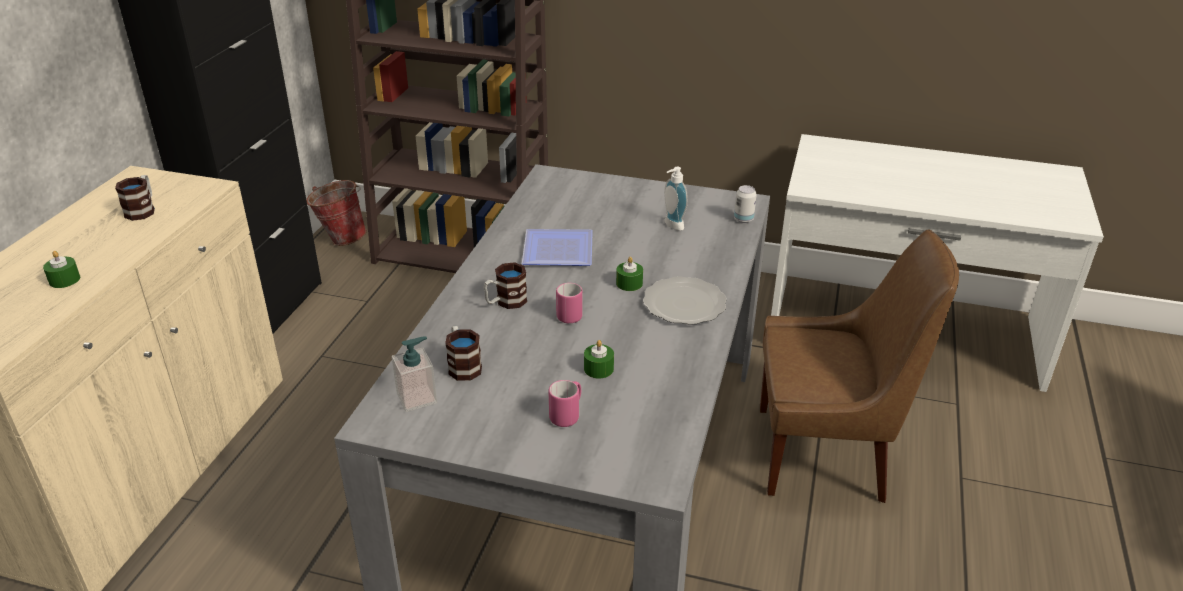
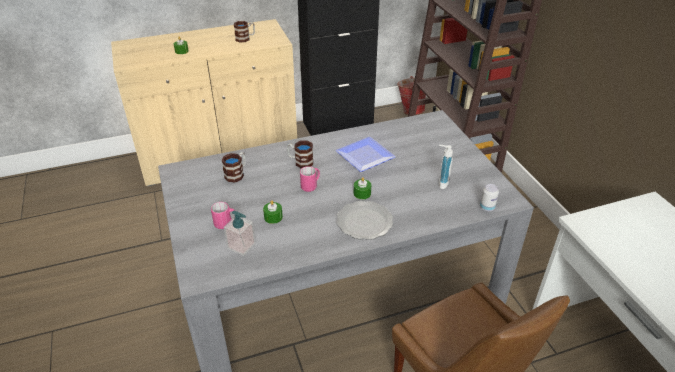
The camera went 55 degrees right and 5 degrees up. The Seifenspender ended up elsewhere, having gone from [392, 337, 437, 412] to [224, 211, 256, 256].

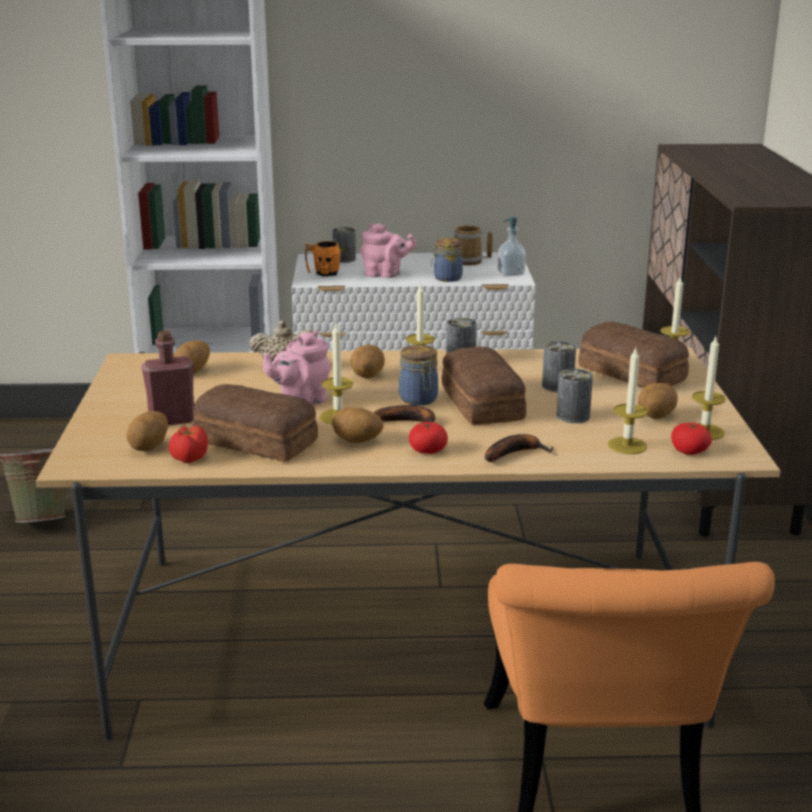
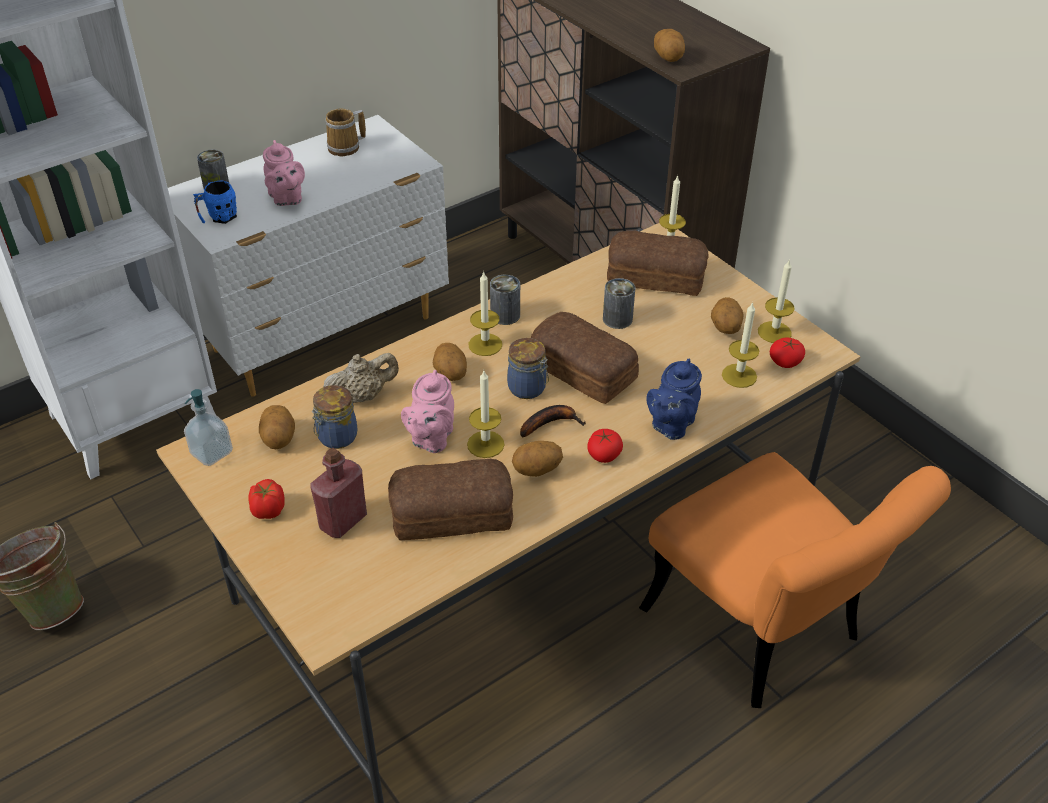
The camera went 35 degrees left and 20 degrees up. The Seifenspender ended up elsewhere, having gone from [498, 217, 526, 276] to [184, 389, 233, 466]. What was the Henkelbecher [orange] at [304, 241, 341, 277] turned into the Henkelbecher [blau] at [193, 180, 237, 224]. The Tomate ended up elsewhere, having gone from [169, 426, 208, 463] to [248, 479, 285, 519]. The Teekanne [rosa] at [361, 223, 416, 278] ended up facing another way, 90 degrees clockwise from before. The Vorratsglas ended up elsewhere, having gone from [431, 238, 463, 282] to [312, 385, 357, 449]. Where the Banane stood at [485, 434, 553, 462], the Teekanne [blau] came to stand at [646, 359, 702, 440]. The Kartoffel ended up elsewhere, having gone from [127, 411, 168, 451] to [654, 29, 685, 62]. The second view lost the Dose at [556, 369, 593, 423].

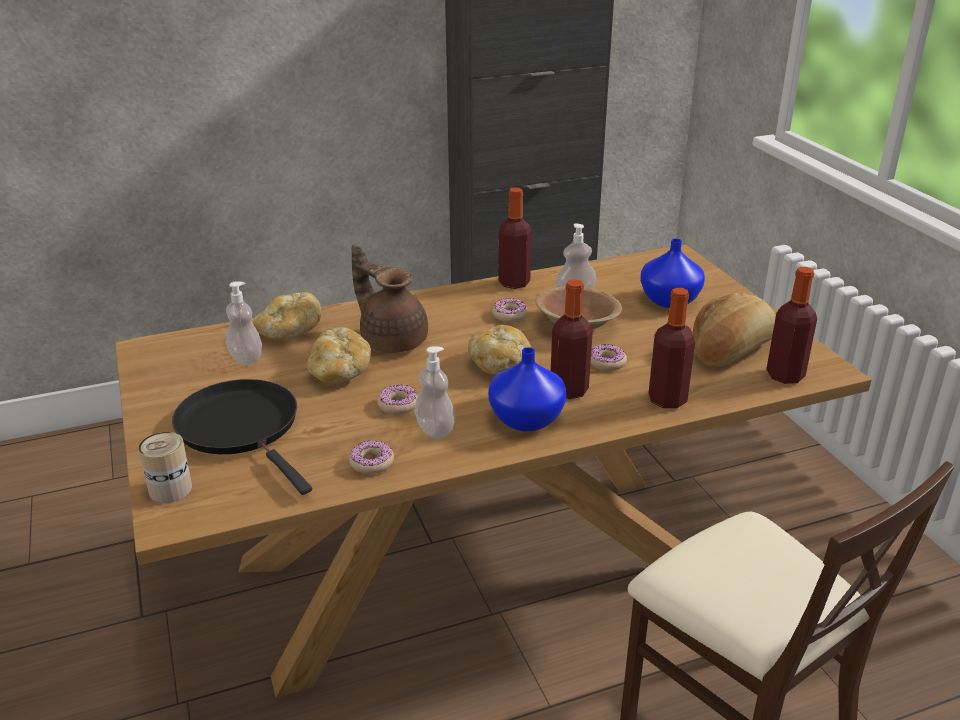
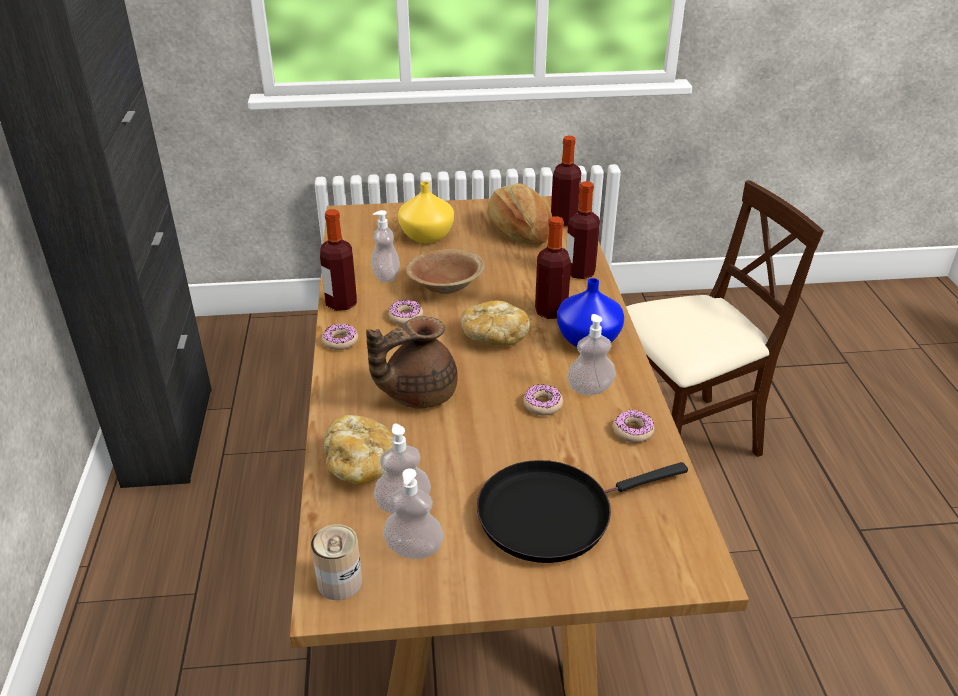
The camera went 75 degrees left and 5 degrees up. The Dose ended up elsewhere, having gone from [138, 432, 192, 503] to [311, 524, 362, 600]. The Donut ended up elsewhere, having gone from [591, 344, 627, 371] to [322, 324, 358, 350]. The second view gained the Seifenspender at [383, 468, 443, 559]. What was the Vase [blau] at [640, 239, 705, 308] turned into the Vase [gelb] at [398, 181, 454, 243]. The second view lost the Brot at [307, 326, 371, 383].

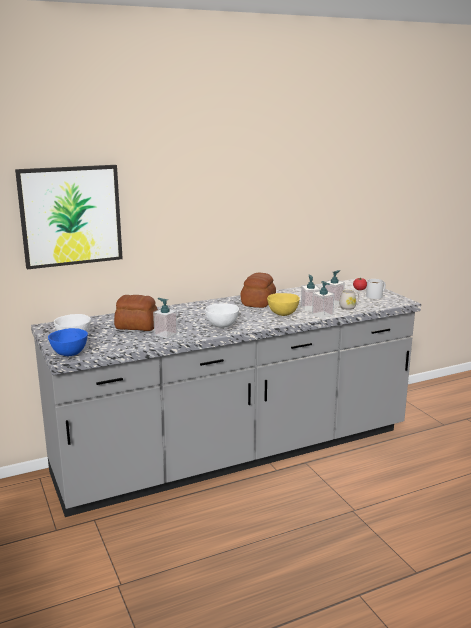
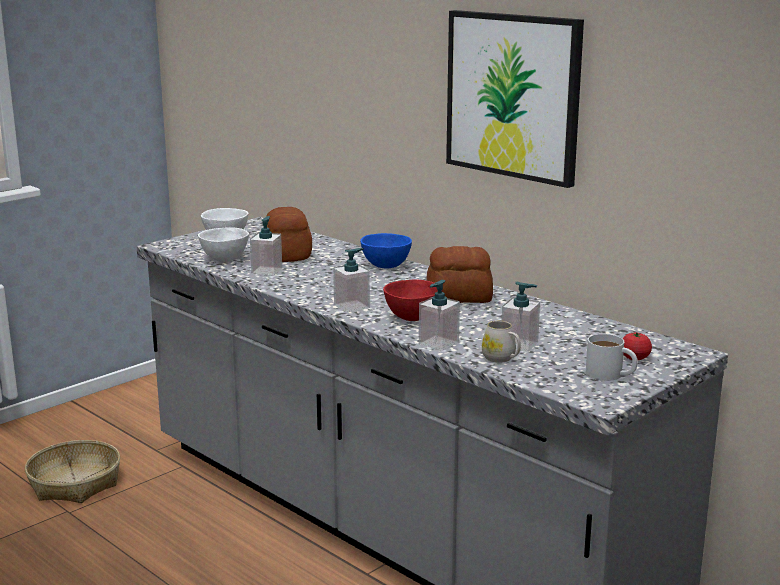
The camera went 70 degrees right and 0 degrees up. The second view gained the Korb at [25, 440, 120, 503]. The Schüssel [weiß] ended up elsewhere, having gone from [205, 303, 239, 328] to [198, 227, 249, 262]. The Seifenspender ended up elsewhere, having gone from [301, 275, 320, 311] to [333, 248, 370, 313]. The Schüssel [blau] ended up elsewhere, having gone from [48, 328, 88, 356] to [360, 233, 412, 268]. What was the Schüssel [gelb] at [267, 293, 300, 316] turned into the Schüssel [rot] at [383, 280, 438, 321]. The Bild ended up elsewhere, having gone from [15, 165, 123, 269] to [446, 10, 584, 188].

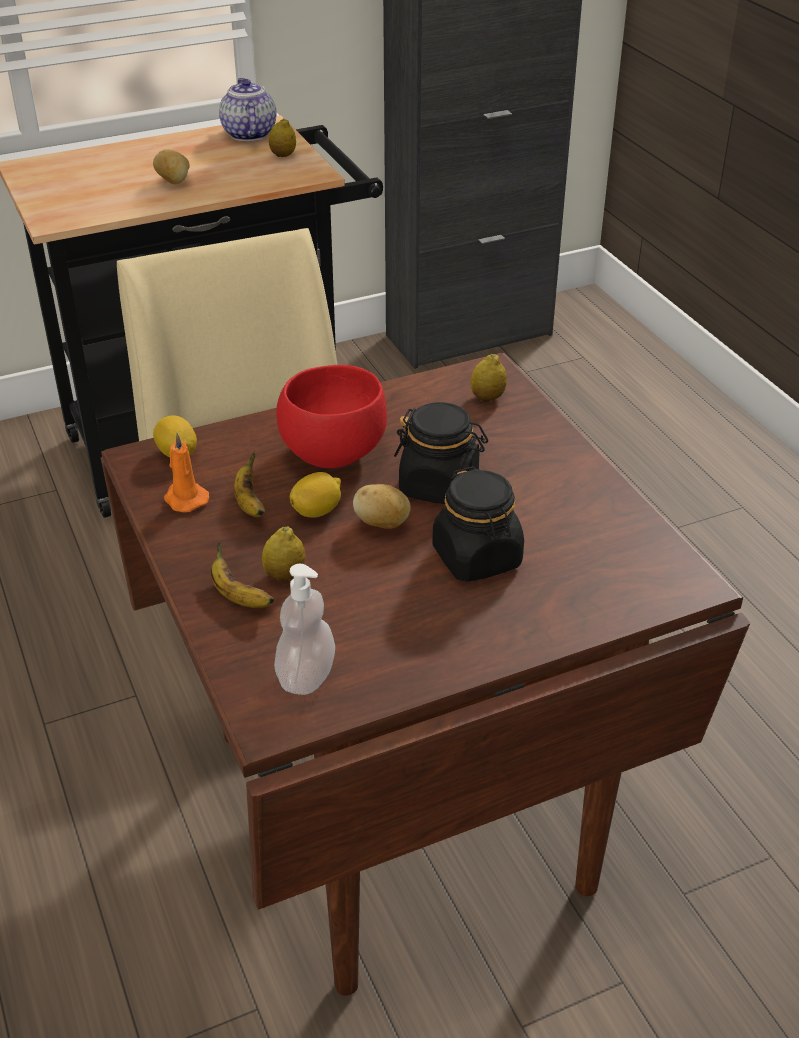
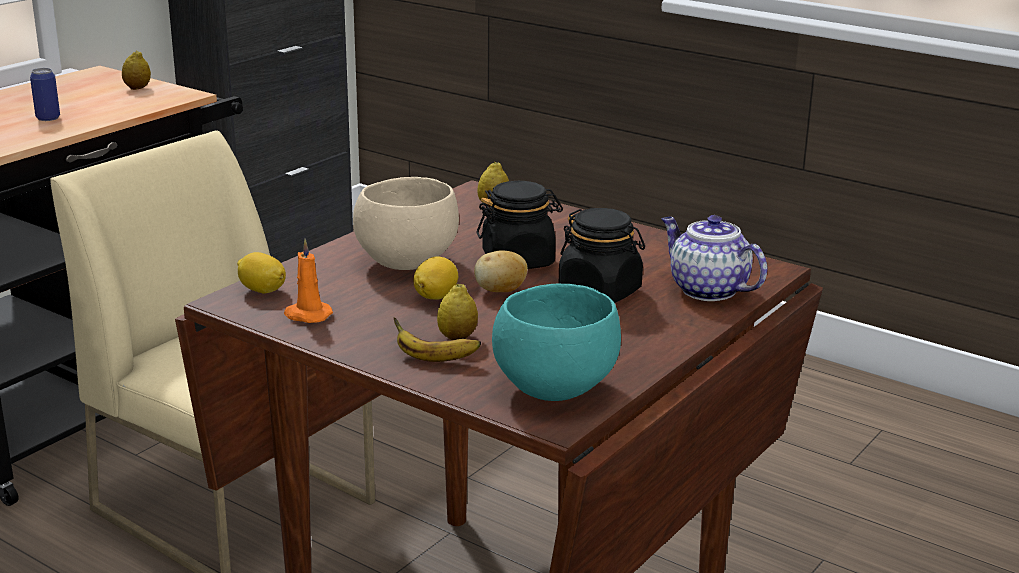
The camera went 30 degrees left and 15 degrees down. Where the Kartoffel stood at [153, 149, 190, 184], the Dose came to stand at [30, 68, 60, 121]. What was the Schüssel [rot] at [276, 365, 387, 468] turned into the Schüssel [beige] at [353, 177, 459, 270]. Where the Seifenspender stood at [274, 564, 335, 695], the Schüssel [türkis] came to stand at [492, 284, 621, 401]. The Teekanne ended up elsewhere, having gone from [219, 78, 277, 141] to [661, 215, 768, 301]. The second view lost the Banane at [234, 451, 265, 517].

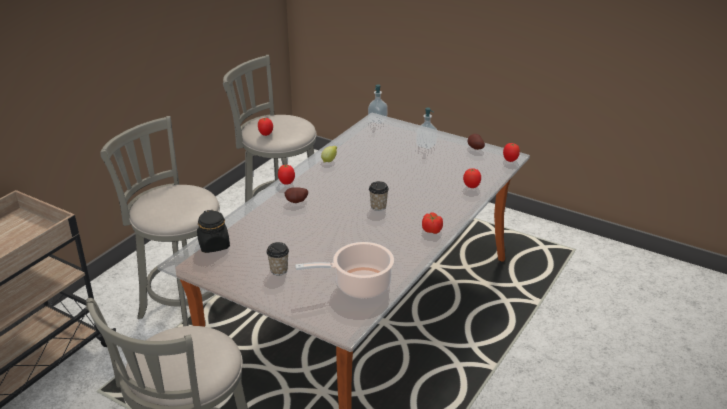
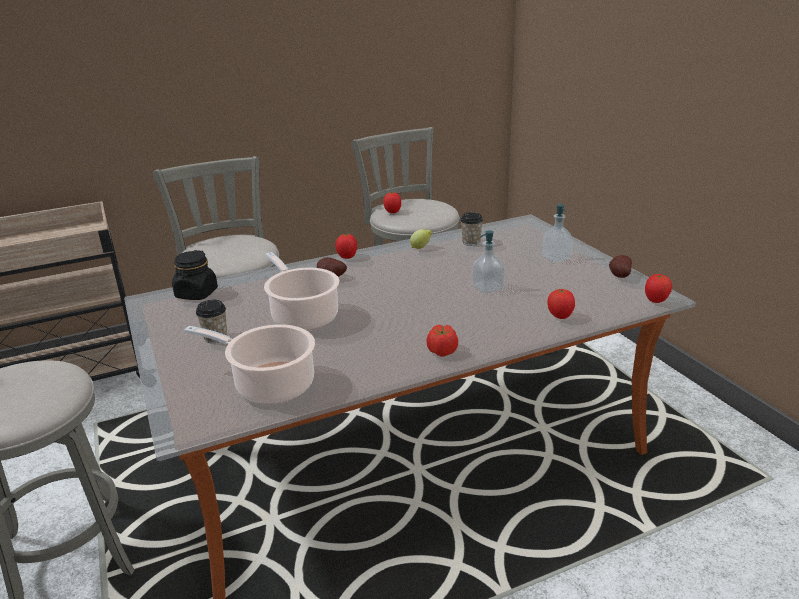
The camera went 35 degrees right and 5 degrees down. The second view gained the Kochtopf at [264, 252, 339, 331]. The Tasse ended up elsewhere, having gone from [369, 181, 389, 211] to [460, 212, 483, 246]. The Seifenspender ended up elsewhere, having gone from [368, 84, 388, 124] to [472, 230, 504, 294].

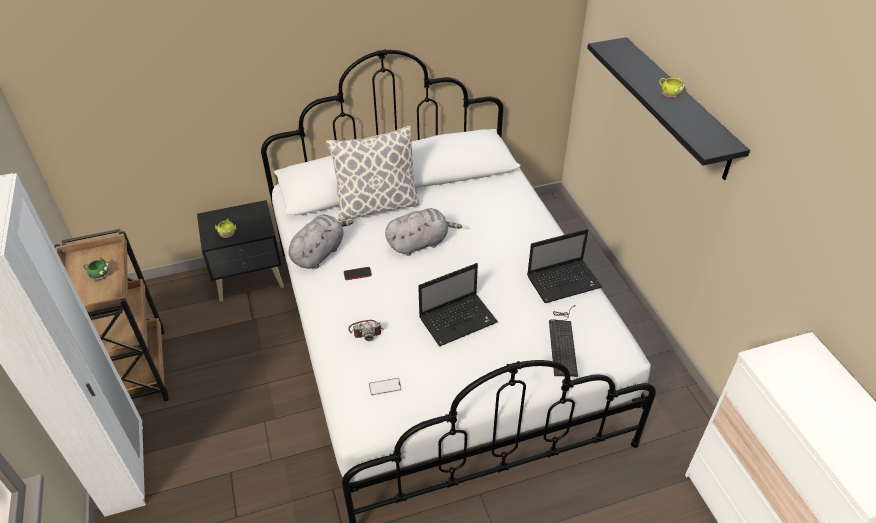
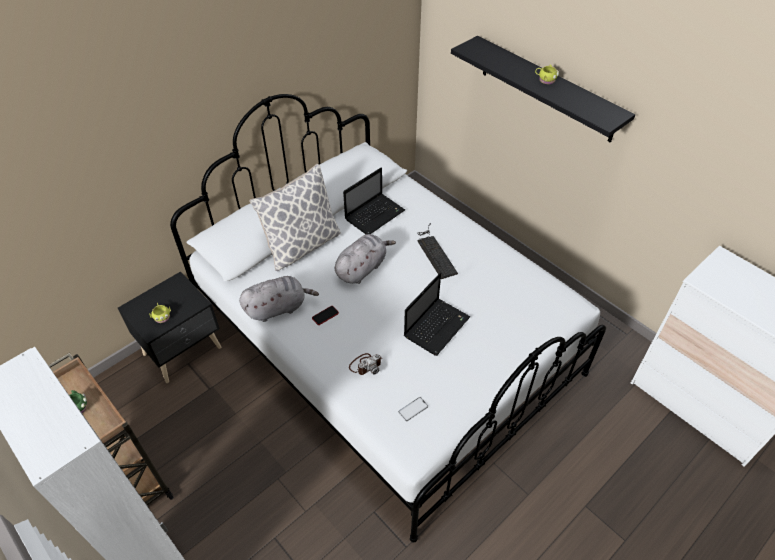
The camera went 25 degrees left and 5 degrees up. The Plüschtier [grau] at [288, 215, 353, 269] ended up facing another way, 60 degrees clockwise from before. The Laptop ended up elsewhere, having gone from [527, 229, 602, 303] to [343, 168, 405, 234]. The Tastatur ended up elsewhere, having gone from [549, 305, 578, 377] to [417, 223, 458, 279].

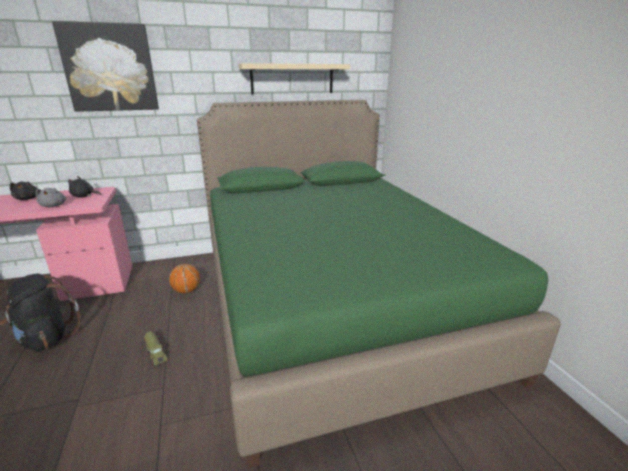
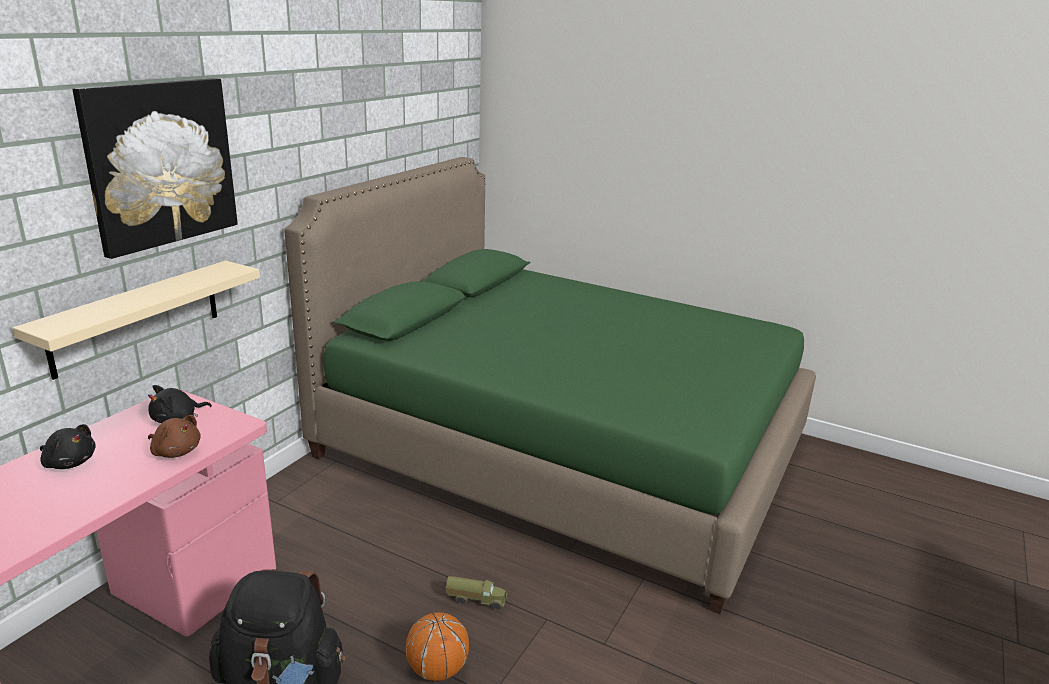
The camera went 45 degrees left and 0 degrees up. The Wandregal [beige] ended up elsewhere, having gone from [239, 63, 350, 94] to [13, 261, 260, 380]. What was the Plüschtier [grau] at [36, 188, 66, 207] turned into the Plüschtier [braun] at [148, 415, 201, 458]. The Basketball ended up elsewhere, having gone from [169, 264, 200, 293] to [406, 612, 469, 681].

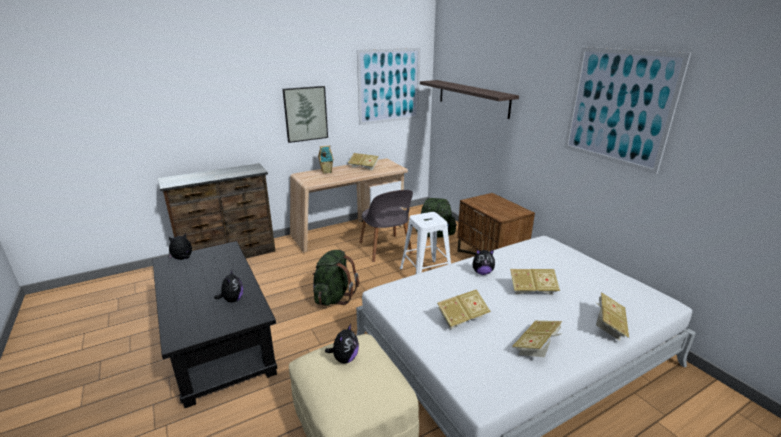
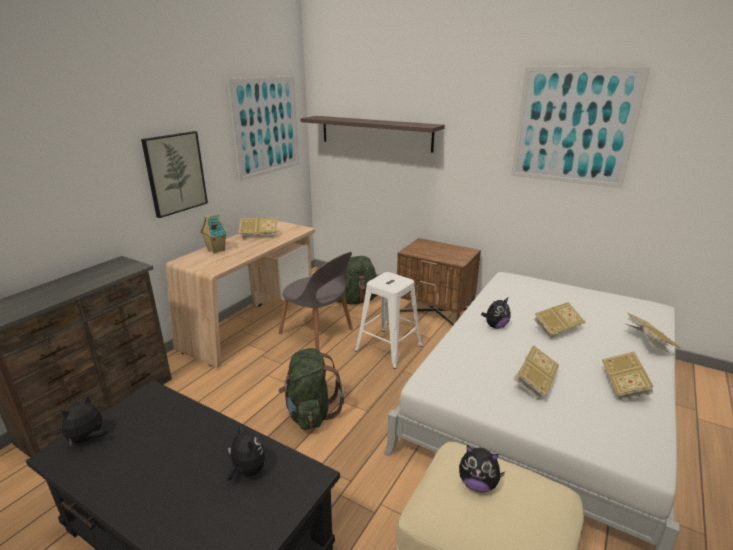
The camera went 30 degrees left and 0 degrees up. The Plüschtier at [325, 324, 359, 364] ended up facing another way, 120 degrees clockwise from before.

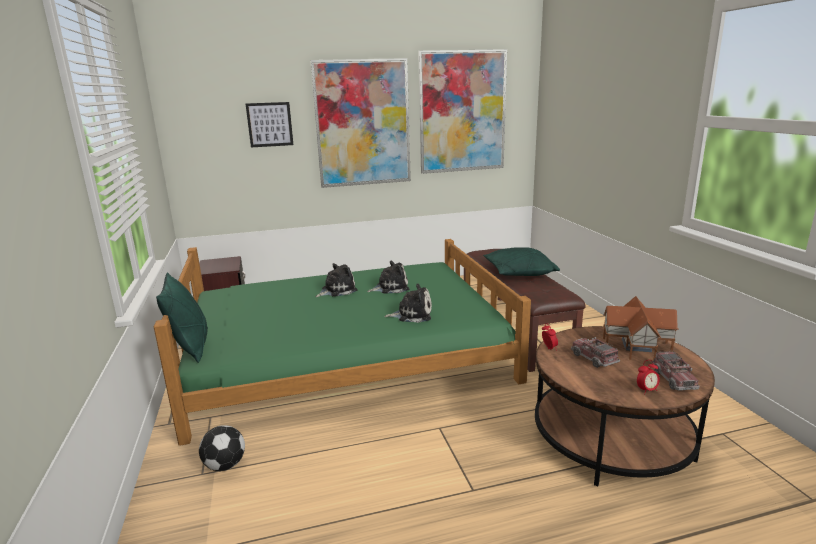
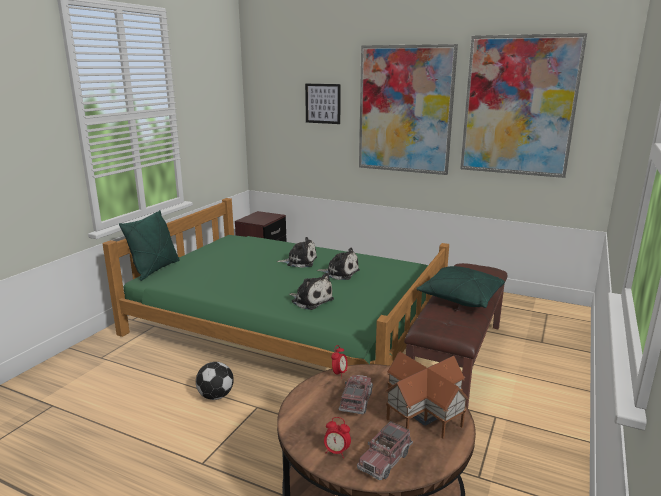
The camera went 40 degrees right and 0 degrees up. The Fußball ended up elsewhere, having gone from [199, 425, 245, 471] to [196, 362, 234, 400].

